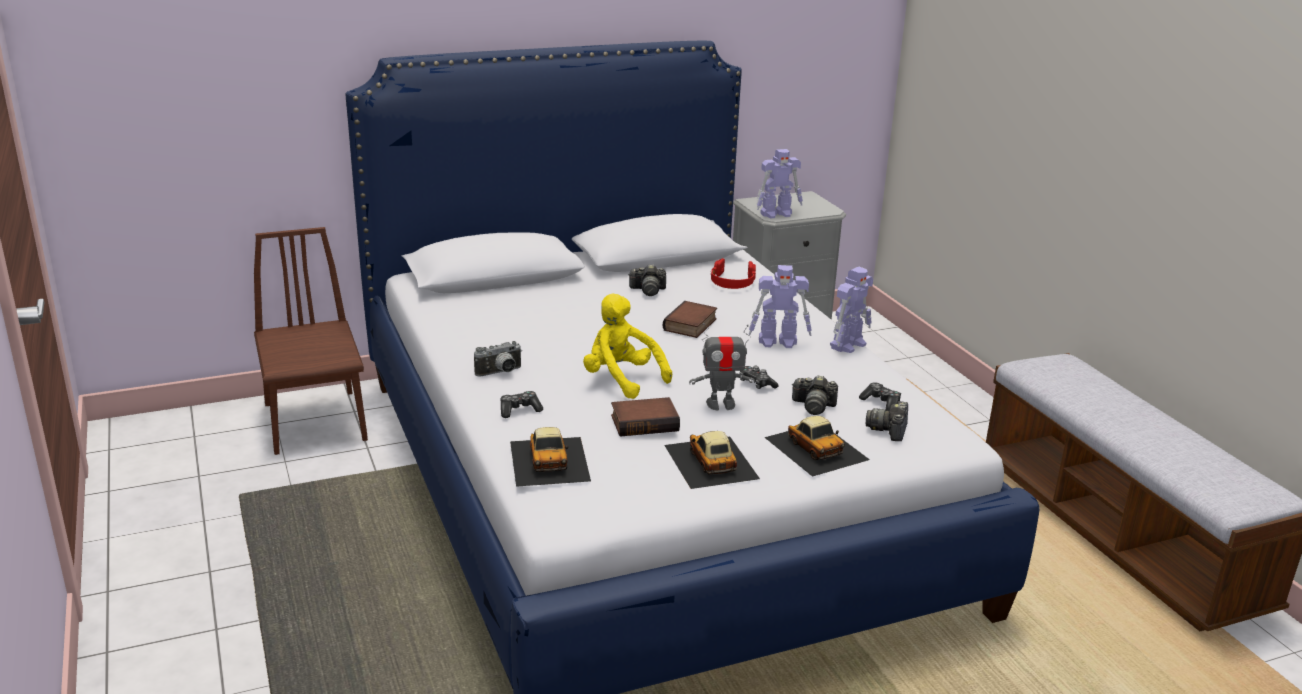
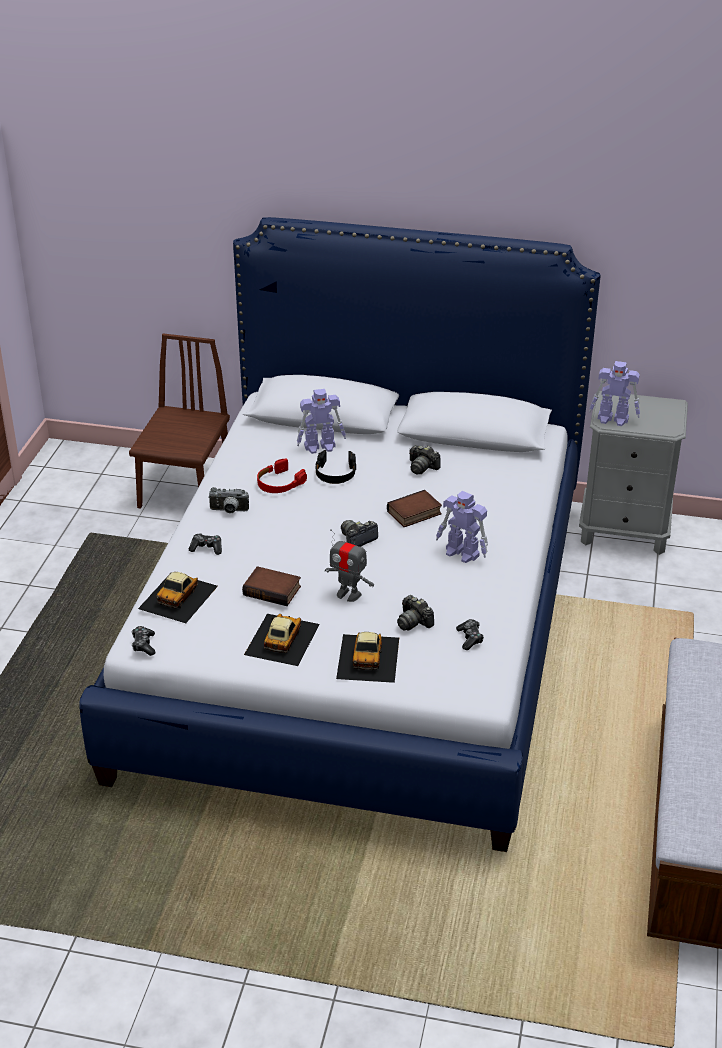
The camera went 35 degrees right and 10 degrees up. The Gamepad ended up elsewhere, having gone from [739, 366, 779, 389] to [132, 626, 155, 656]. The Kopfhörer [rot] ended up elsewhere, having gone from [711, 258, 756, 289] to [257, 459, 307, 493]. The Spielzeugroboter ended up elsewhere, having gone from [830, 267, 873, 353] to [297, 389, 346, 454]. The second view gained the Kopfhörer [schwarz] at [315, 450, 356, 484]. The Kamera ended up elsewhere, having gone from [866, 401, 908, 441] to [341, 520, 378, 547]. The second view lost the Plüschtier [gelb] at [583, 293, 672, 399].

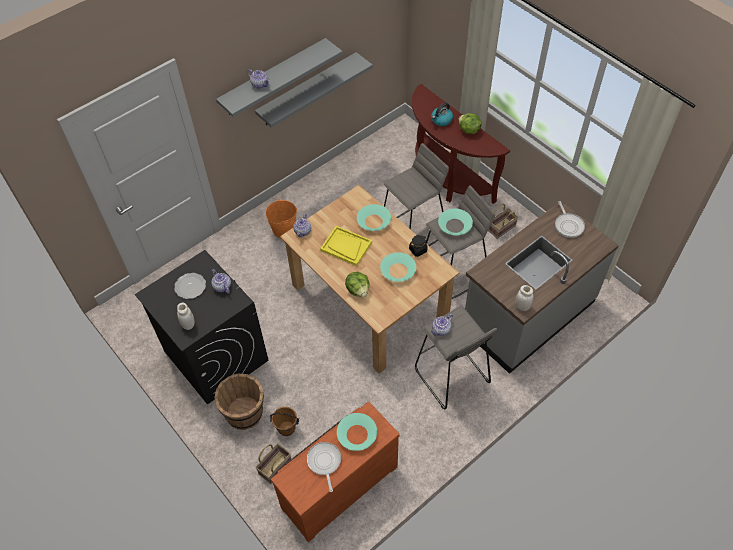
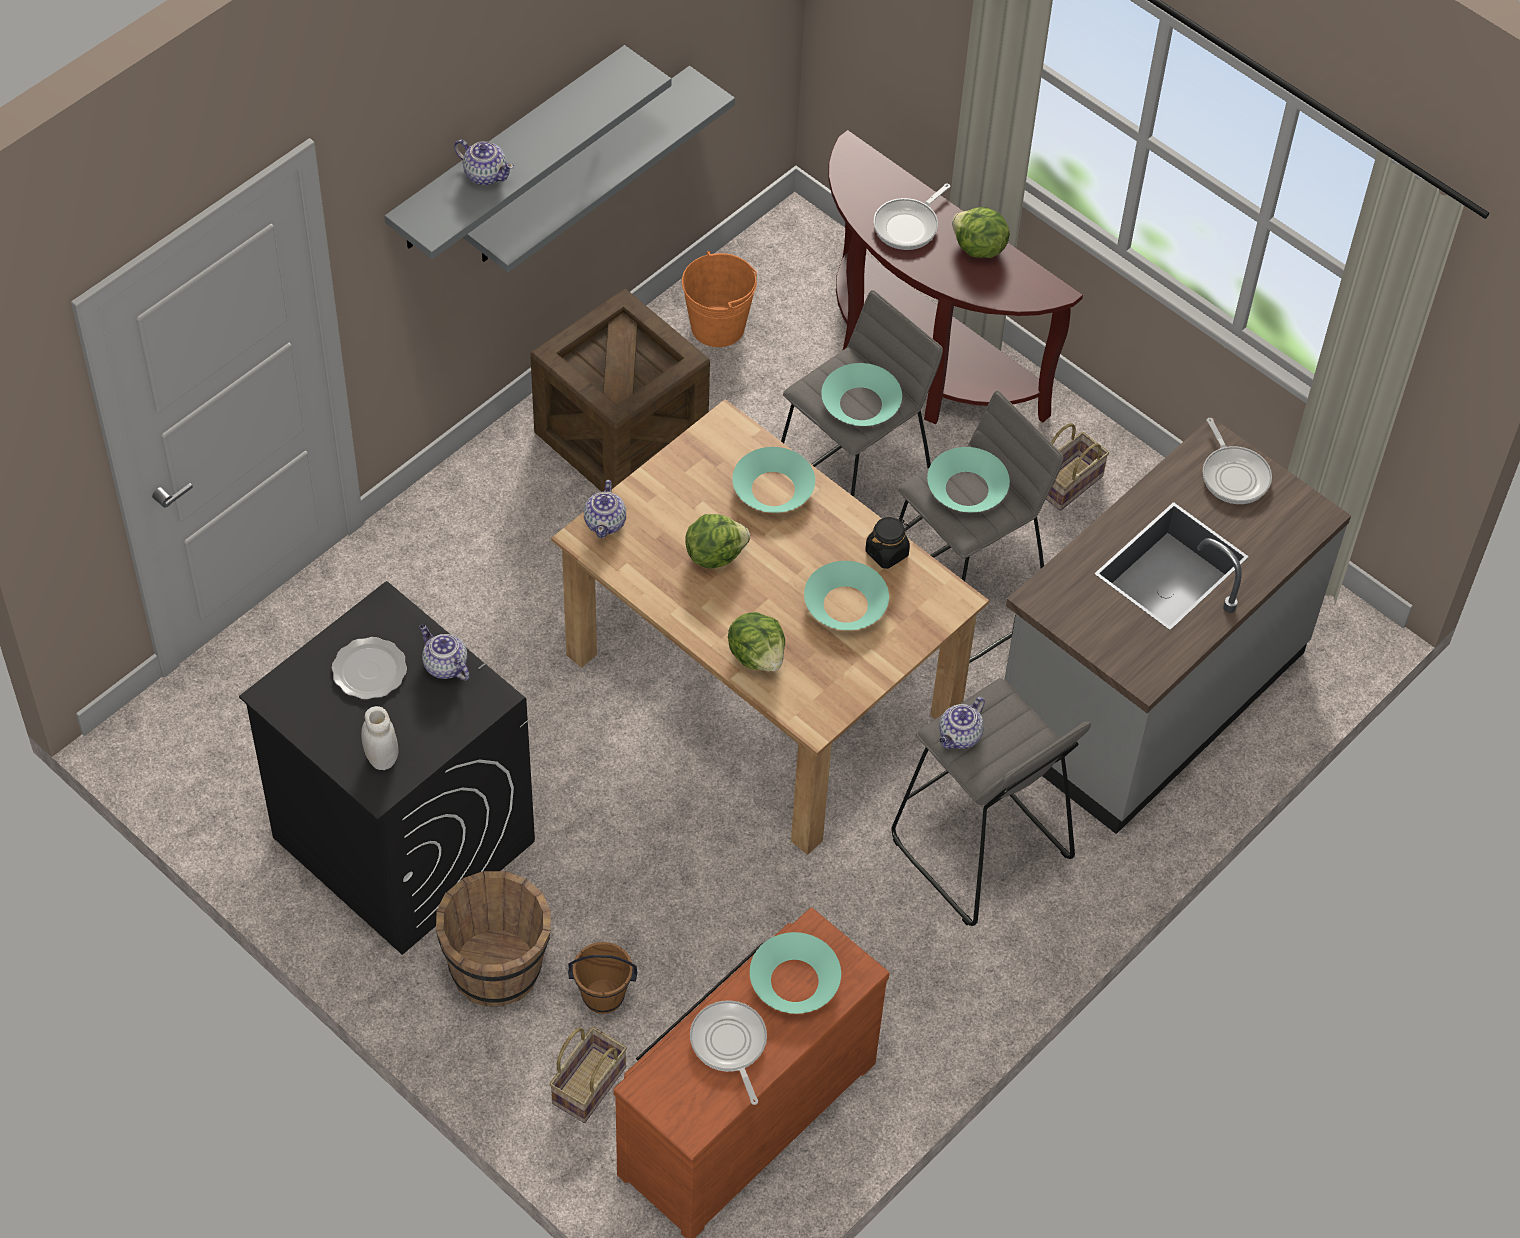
The camera went 10 degrees left and 0 degrees up. The second view gained the Kiste at [530, 289, 710, 492]. The Eimer [orange] ended up elsewhere, having gone from [265, 199, 297, 238] to [682, 251, 757, 347]. Where the Tablett [gelb] stood at [320, 226, 372, 266], the Salatkopf came to stand at [686, 514, 750, 569]. The second view gained the Schüssel [türkis] at [821, 363, 902, 426]. Where the Wasserkessel stood at [431, 103, 453, 126], the Pfanne came to stand at [873, 183, 951, 250]. The second view lost the Vorratsglas [weiß] at [515, 285, 534, 311].

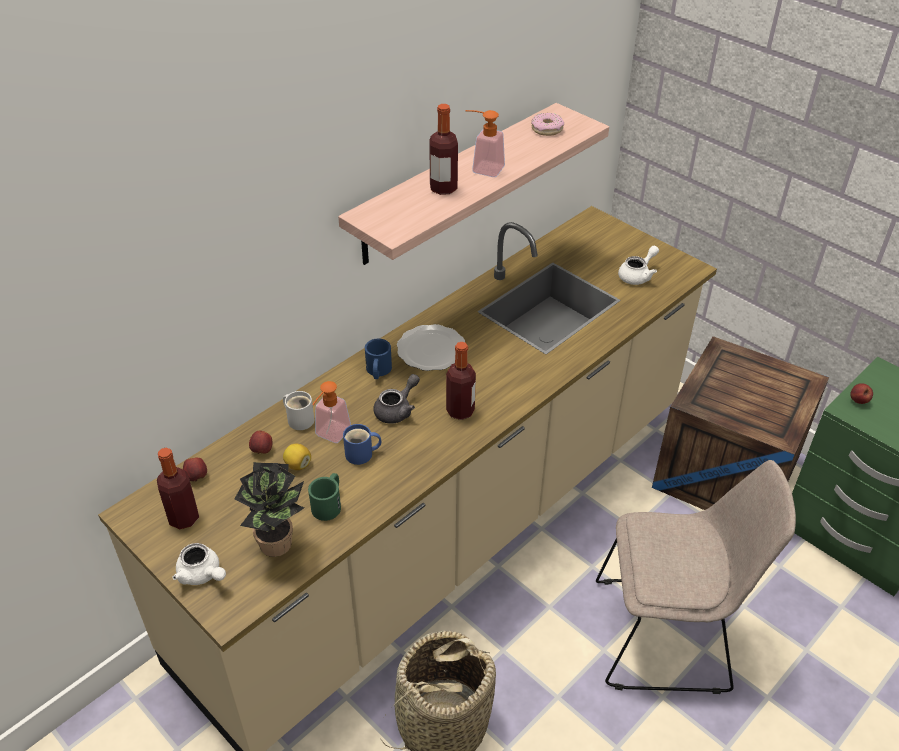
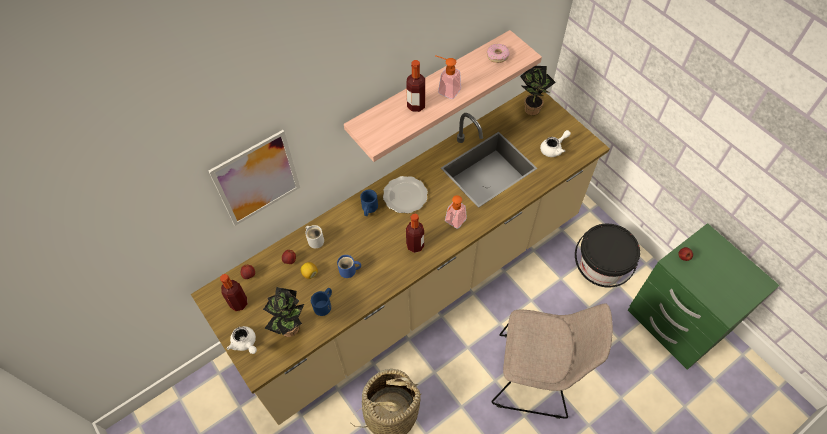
The camera went 10 degrees right and 15 degrees up. The second view gained the Bild at [209, 130, 300, 226]. What was the Henkelbecher [grün] at [308, 473, 341, 521] turned into the Henkelbecher [blau] at [311, 288, 332, 316]. The Seifenspender ended up elsewhere, having gone from [312, 381, 351, 443] to [445, 195, 467, 229]. The second view gained the Topfpflanze at [520, 66, 556, 115]. Where the Kiste stood at [652, 336, 829, 510], the Eimer [schwarz] came to stand at [575, 224, 640, 288]. The second view lost the Teekanne [grau] at [373, 374, 420, 424].

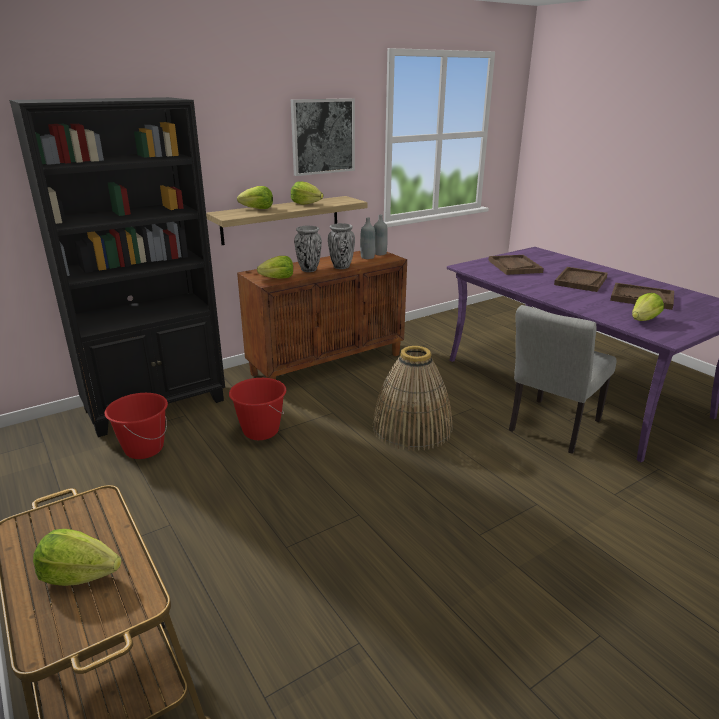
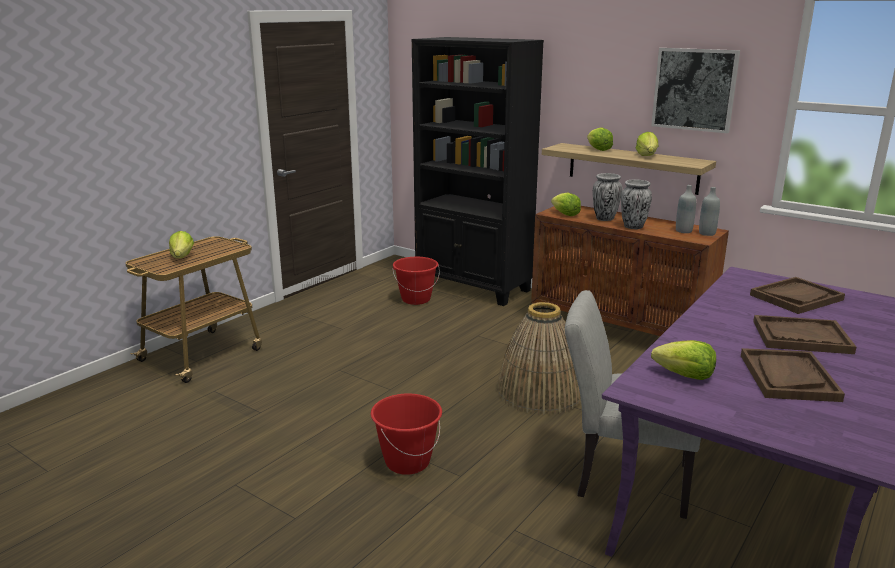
The camera went 70 degrees right and 5 degrees down. The Eimer [rot] ended up elsewhere, having gone from [229, 378, 286, 440] to [371, 394, 442, 475].

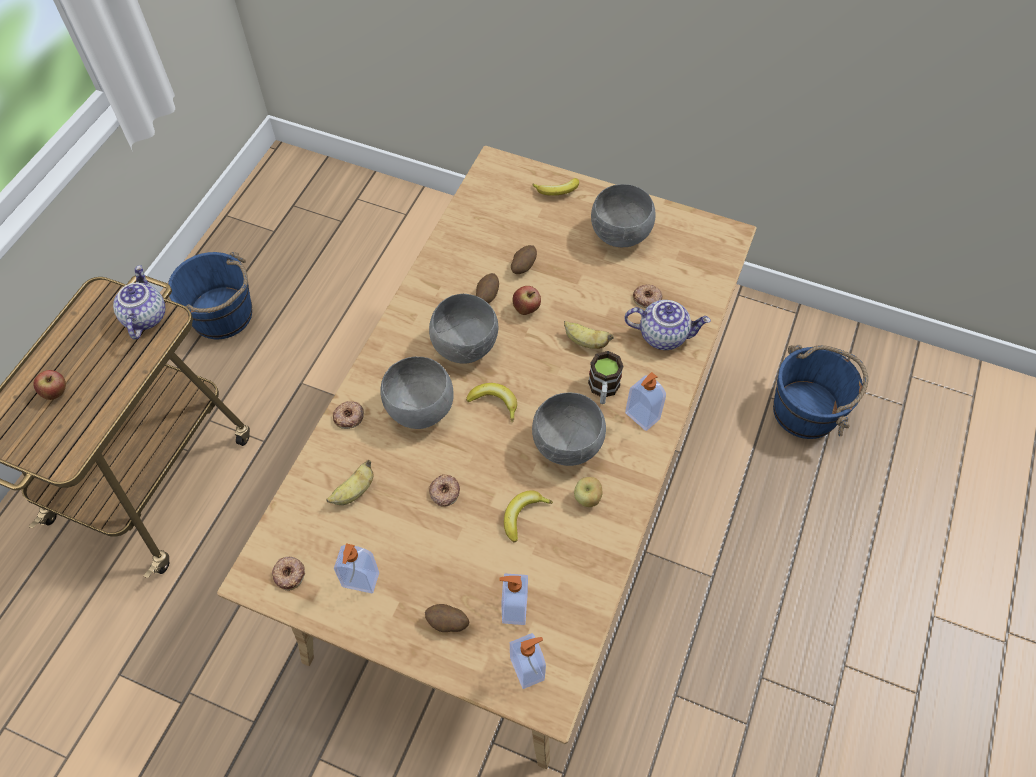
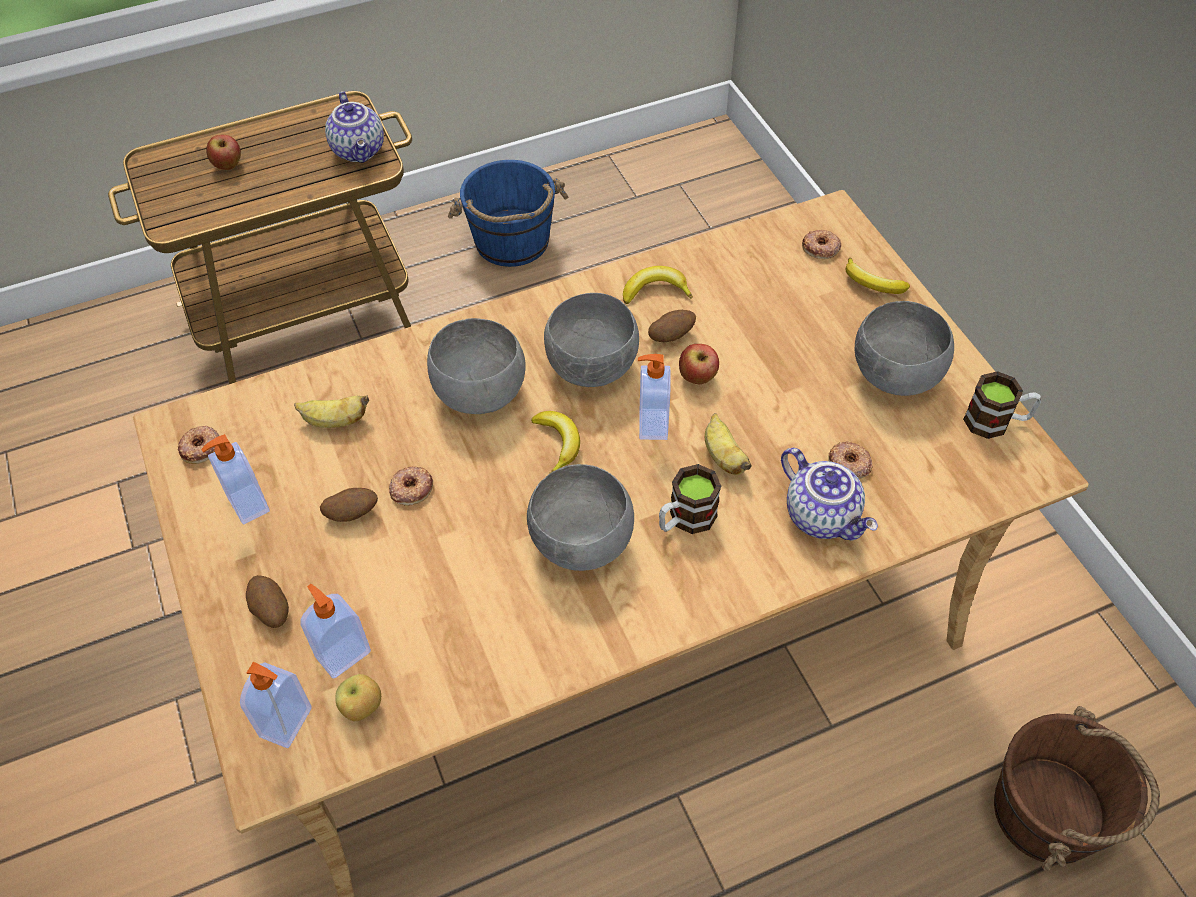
The camera went 45 degrees right and 5 degrees down. The Kartoffel ended up elsewhere, having gone from [511, 245, 537, 274] to [320, 488, 378, 522]. The Teekanne at [113, 265, 165, 340] ended up facing another way, 120 degrees clockwise from before. The Apfel ended up elsewhere, having gone from [574, 477, 602, 507] to [335, 674, 381, 721]. The Banane ended up elsewhere, having gone from [504, 490, 553, 542] to [623, 266, 693, 304]. The Seifenspender ended up elsewhere, having gone from [625, 372, 666, 431] to [638, 354, 671, 440]. The Donut ended up elsewhere, having gone from [333, 401, 364, 429] to [802, 230, 841, 259]. The second view gained the Henkelbecher at [963, 371, 1041, 439]. What was the Eimer [blau] at [773, 345, 868, 439] turned into the Eimer [braun] at [994, 706, 1160, 871].

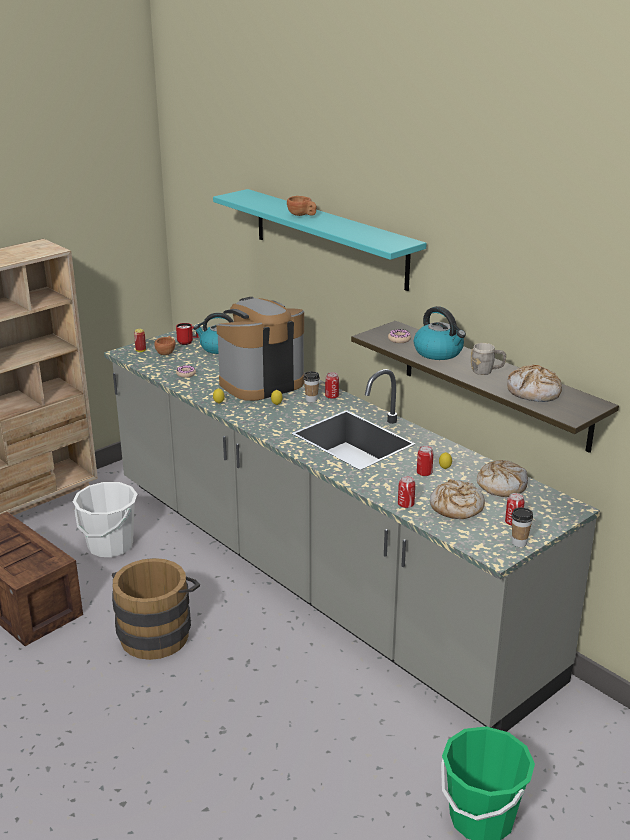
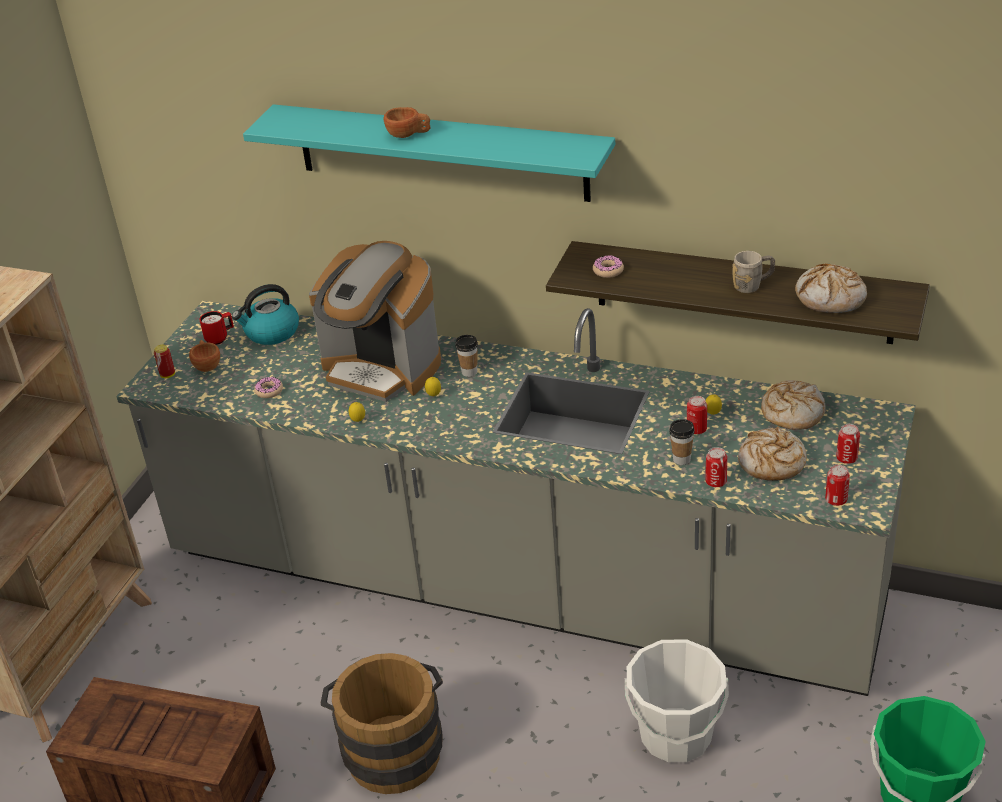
The camera went 25 degrees left and 10 degrees up. The Kaffeemaschine at [216, 297, 304, 401] ended up facing another way, 90 degrees counterclockwise from before. The Eimer [weiß] ended up elsewhere, having gone from [73, 482, 137, 557] to [625, 640, 729, 762]. The Tasse ended up elsewhere, having gone from [511, 507, 533, 547] to [669, 419, 695, 465]. The Dose ended up elsewhere, having gone from [325, 372, 339, 399] to [825, 465, 850, 506]. The second view lost the Wasserkessel at [414, 306, 466, 360].

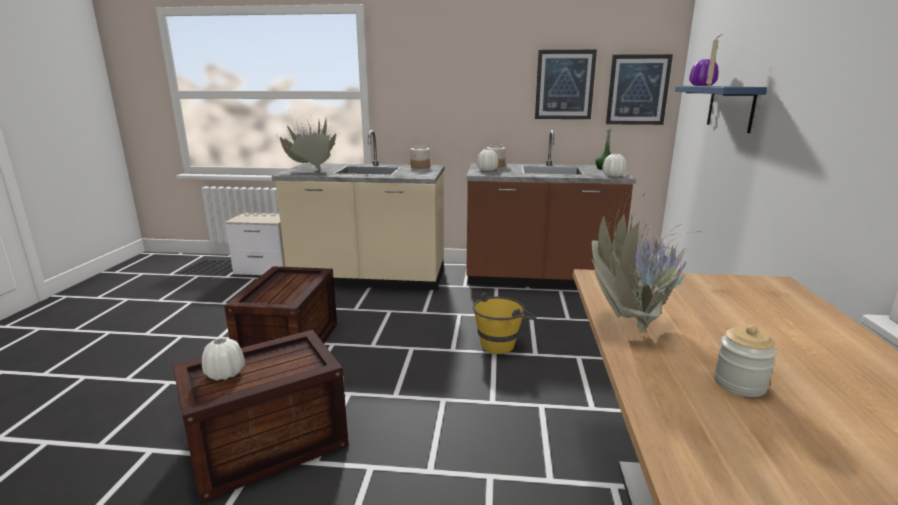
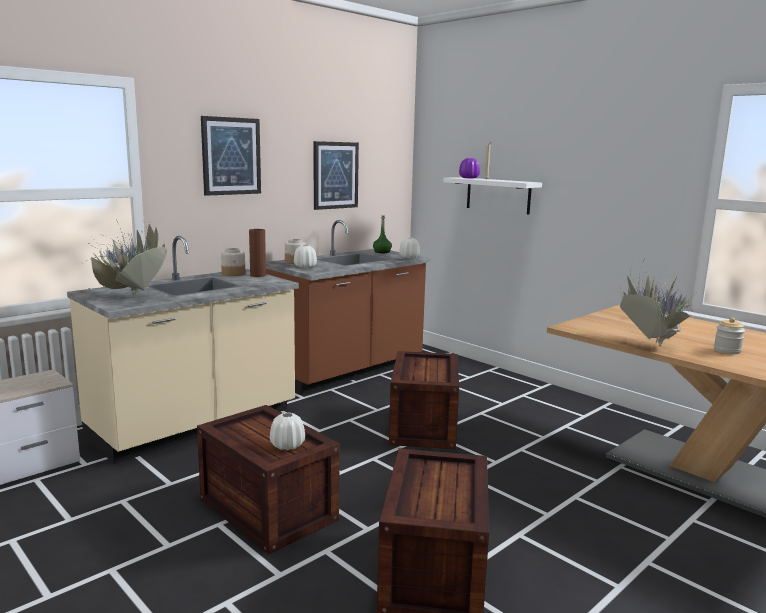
The camera went 50 degrees left and 5 degrees down. The Bild ended up elsewhere, having gone from [606, 54, 673, 125] to [201, 116, 261, 196]. The second view gained the Vase [braun] at [249, 229, 266, 277]. The Vase [weiß] ended up elsewhere, having gone from [202, 338, 245, 381] to [270, 412, 305, 450]. Where the Eimer [gelb] stood at [472, 292, 536, 354], the Kiste came to stand at [389, 351, 459, 449]. What was the Wandregal [blau] at [675, 86, 767, 133] turned into the Wandregal [weiß] at [443, 177, 542, 214].

